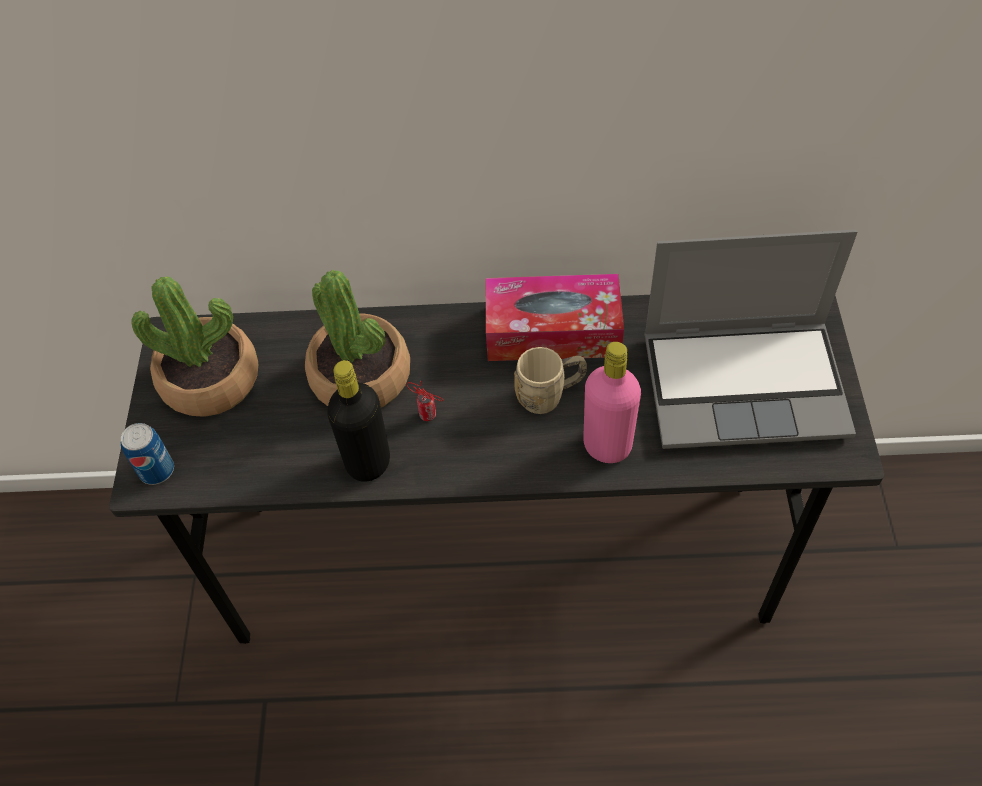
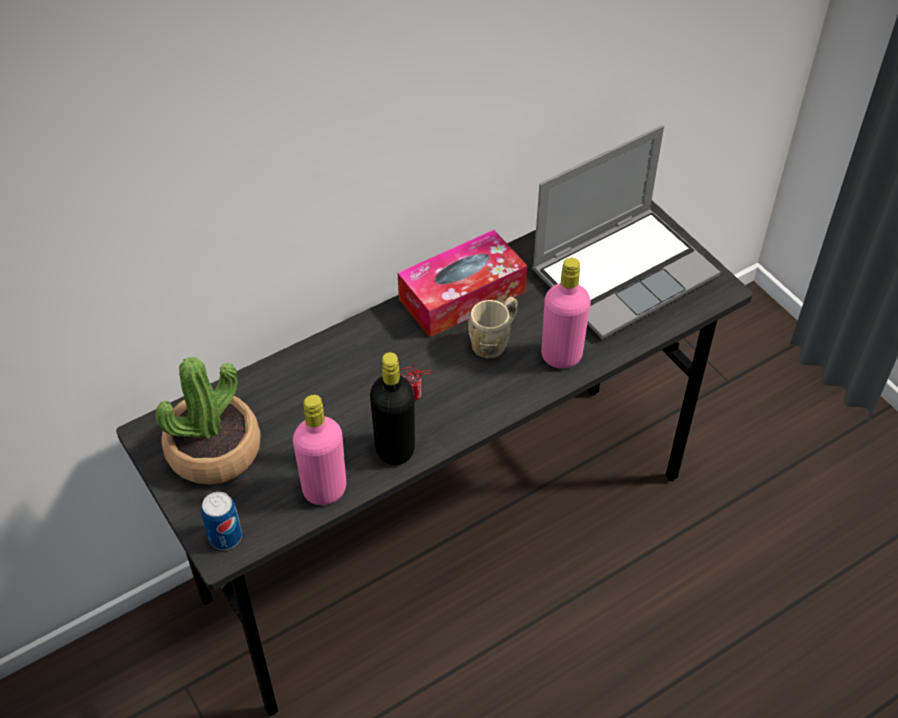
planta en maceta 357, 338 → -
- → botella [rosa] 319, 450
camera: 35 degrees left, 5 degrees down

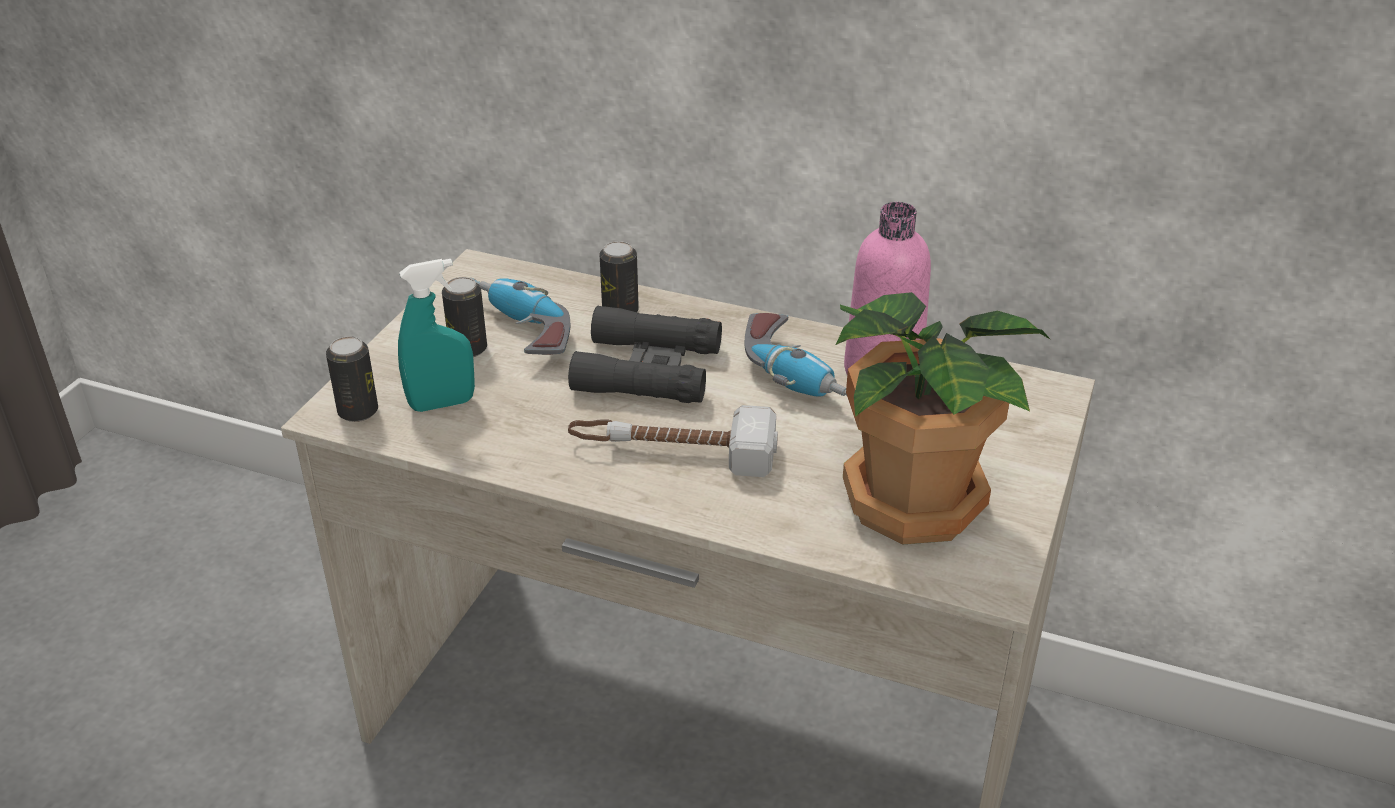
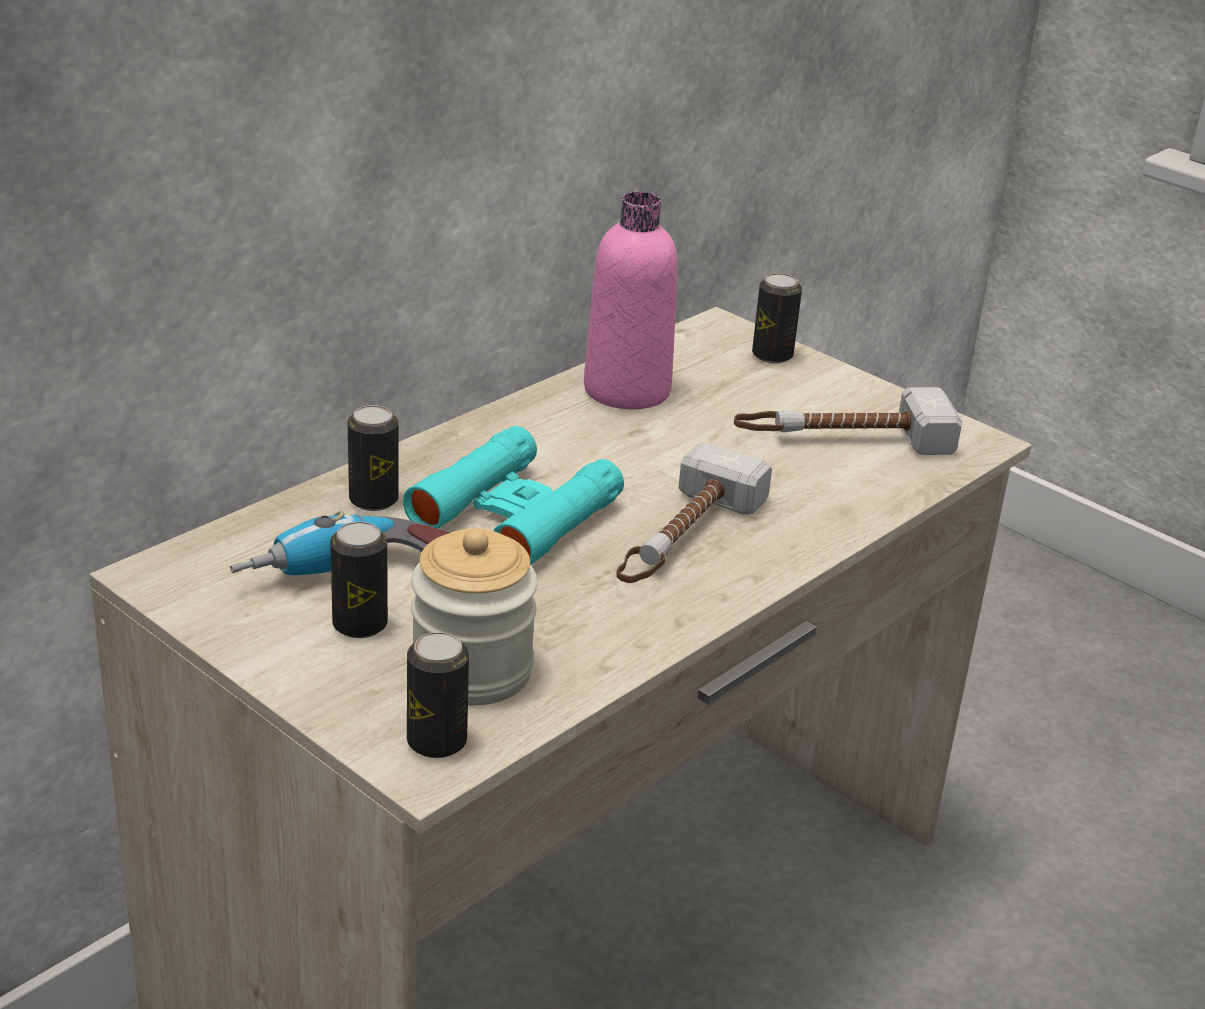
taladro 796, 355 → -
- → lata 777, 318
pulverizador [turquesa] 436, 335 → tarro 474, 617
planta en maceta 943, 418 → martillo 848, 421
prismáticos [negro] 645, 354 → prismáticos [turquesa] 513, 495
camera: 70 degrees left, 5 degrees down

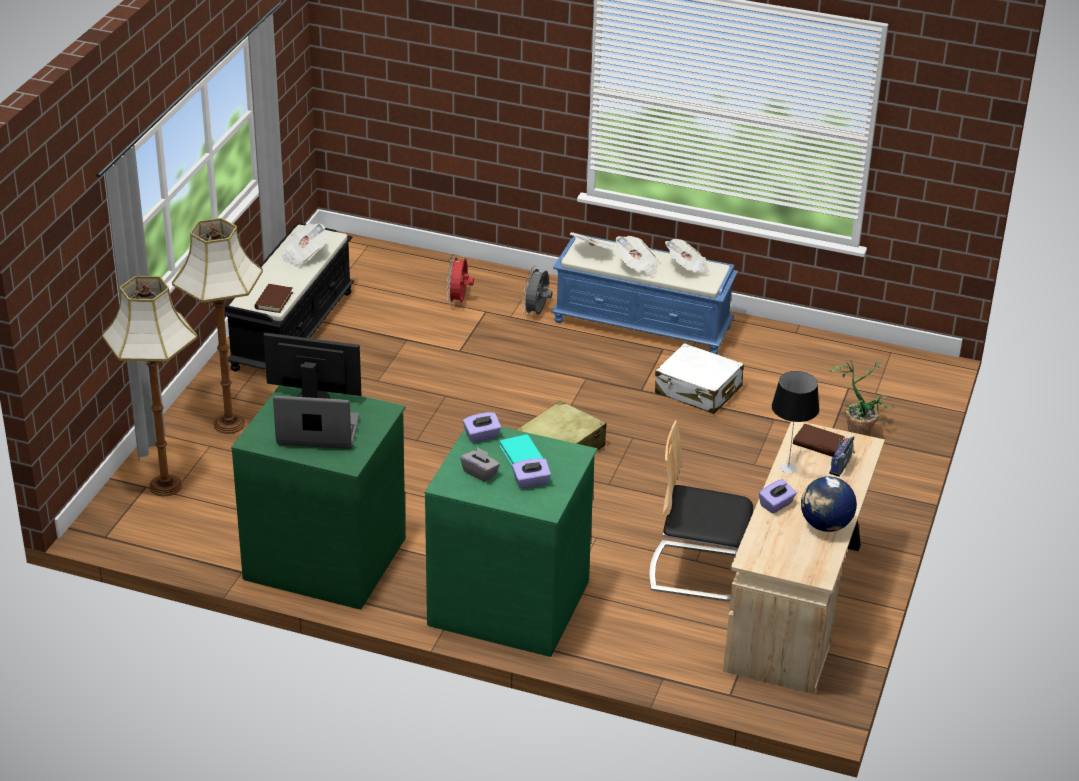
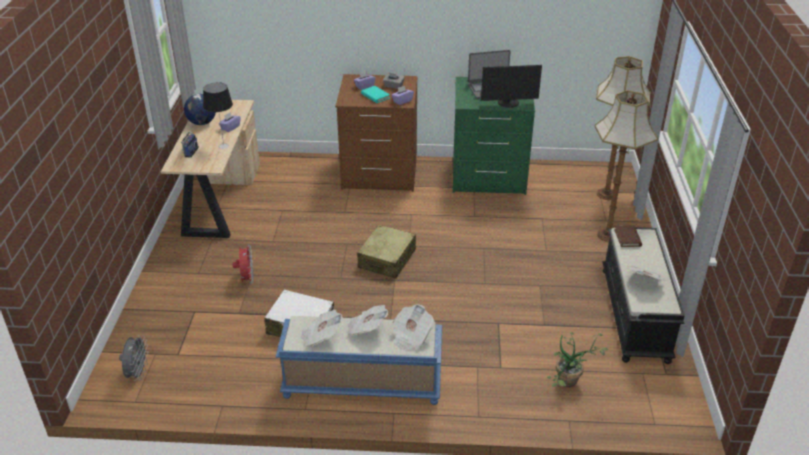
silla 701, 510 → -
libro [marrón] 819, 440 → -
ventilador [rojo] 460, 279 → ventilador [rojo] 243, 264, shifted
ventilador [gris] 537, 290 → ventilador [gris] 133, 358, shifted
planta en maceta 859, 398 → planta en maceta 578, 360, shifted
cómoda [verde] 511, 542 → cómoda [marrón] 376, 133
camera: 165 degrees right, 0 degrees up

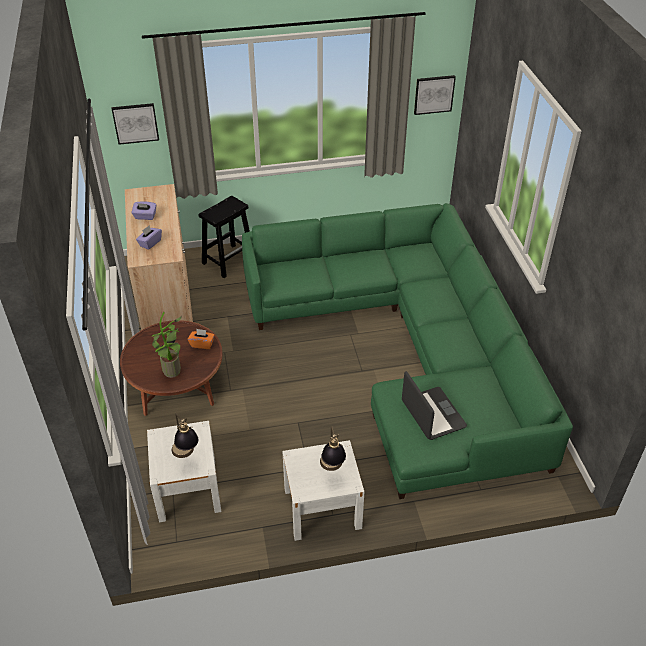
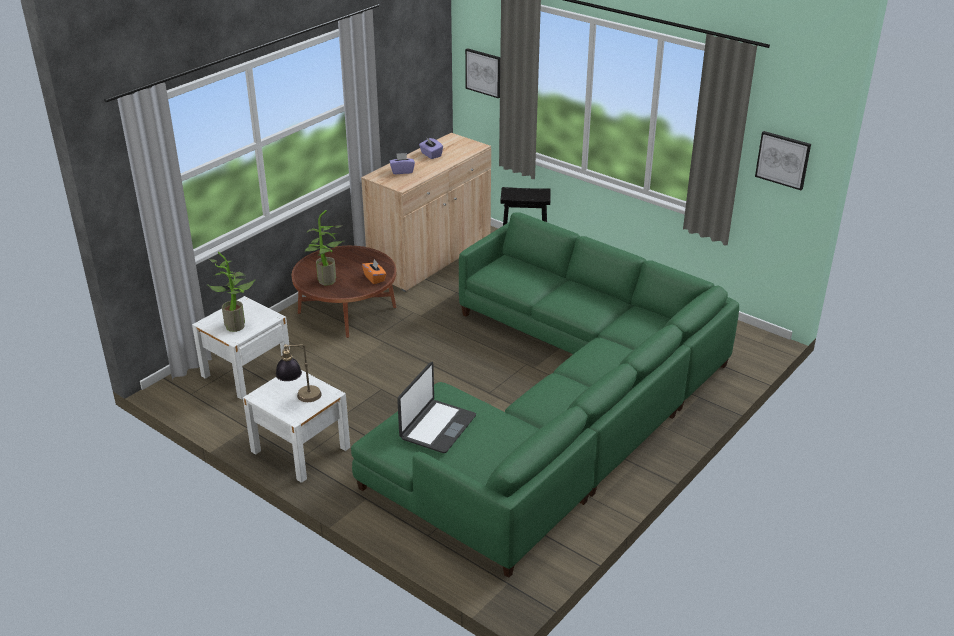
lámpara de mesa 185, 435 → planta en maceta 231, 292
camera: 50 degrees right, 10 degrees down

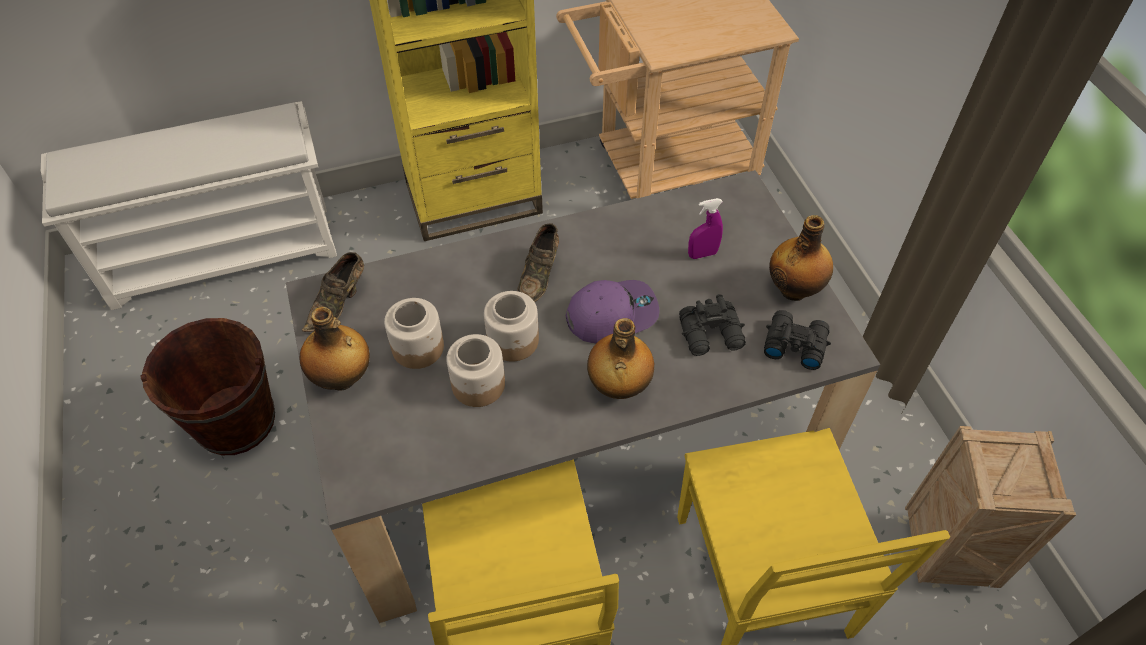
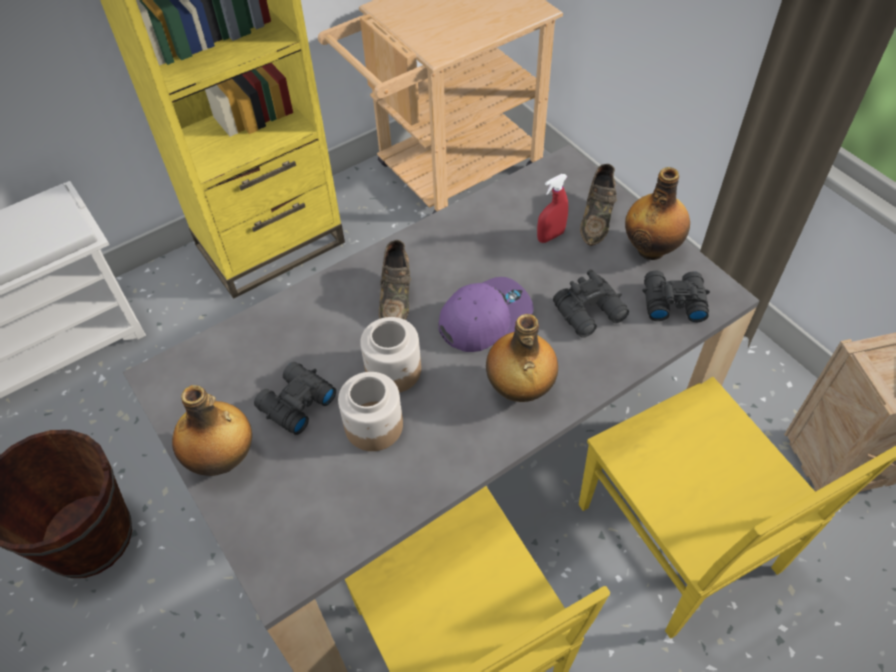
zapato [marrón] 333, 292 → zapato [marrón] 598, 205, shifted
tarro 414, 333 → prismáticos [negro] 295, 398
pulverizador [morado] 705, 228 → pulverizador [rojo] 552, 208
camera: 15 degrees left, 0 degrees up

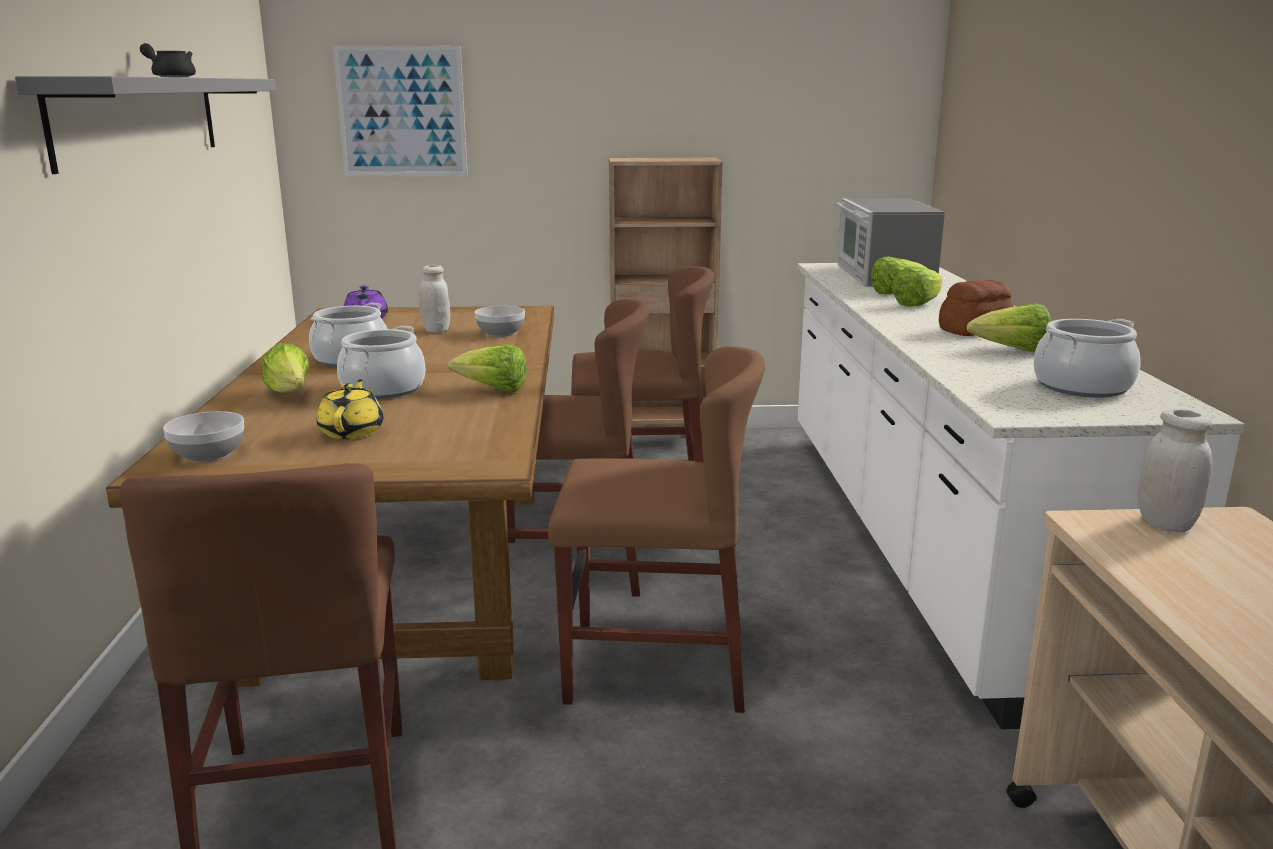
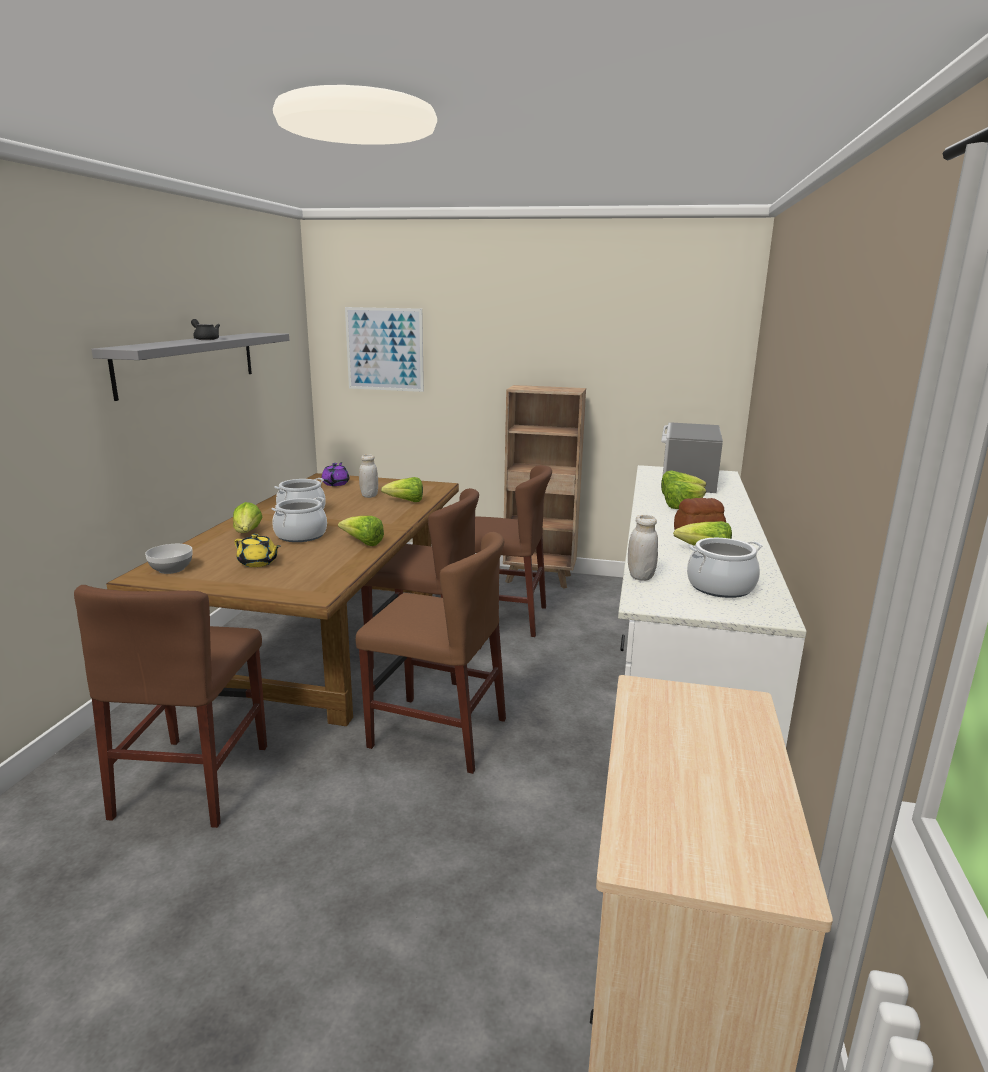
tarro [blanco] 1175, 470 → tarro [blanco] 643, 548, shifted
cuenco 500, 321 → lechuga 402, 489
tetera [amarillo] 350, 409 → tetera [amarillo] 257, 550, 105 degrees clockwise
camera: 15 degrees right, 0 degrees up

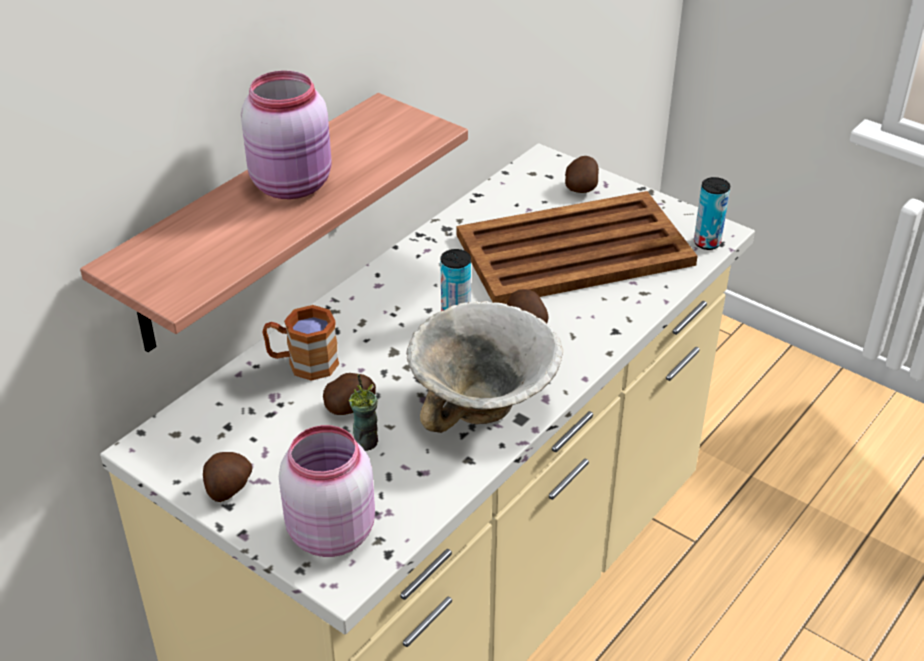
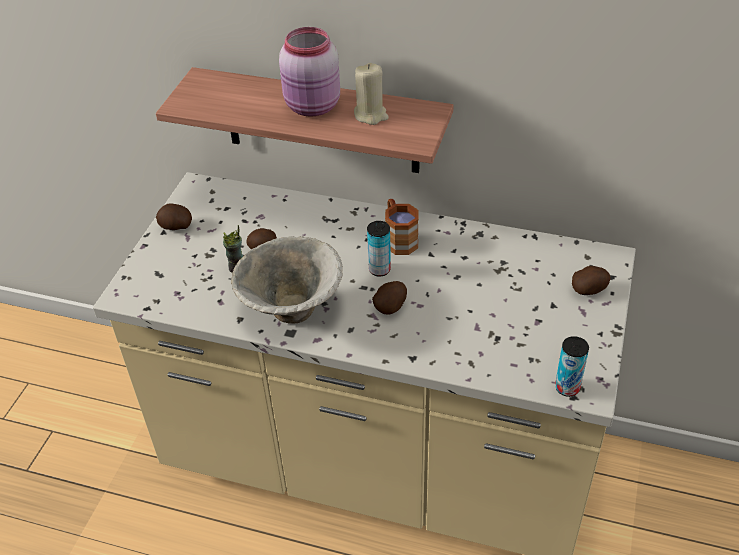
tarro [rosa] 327, 491 → -
bandeja [marrón] 577, 247 → -
- → vela [beis] 371, 94
taza grande [marrón] 300, 343 → taza grande [marrón] 402, 227, shifted
camera: 70 degrees right, 5 degrees up

